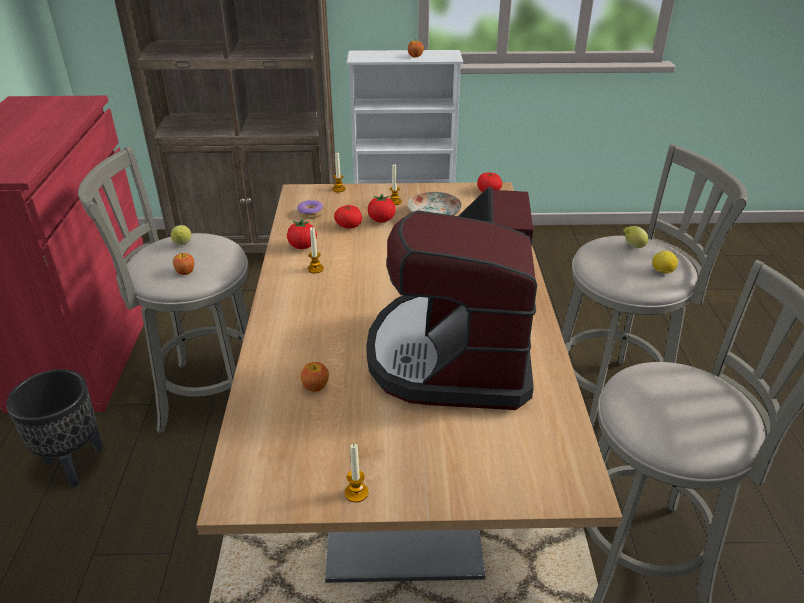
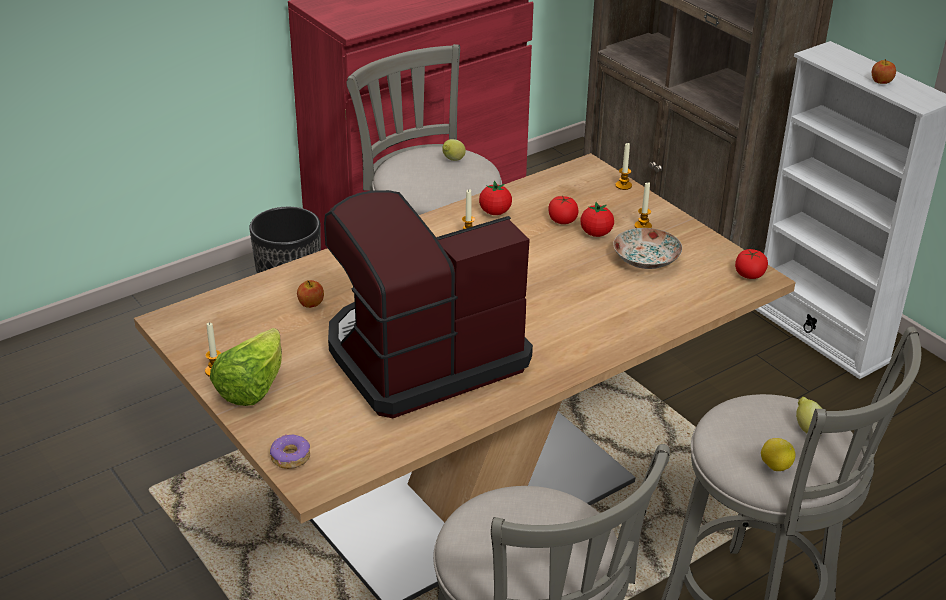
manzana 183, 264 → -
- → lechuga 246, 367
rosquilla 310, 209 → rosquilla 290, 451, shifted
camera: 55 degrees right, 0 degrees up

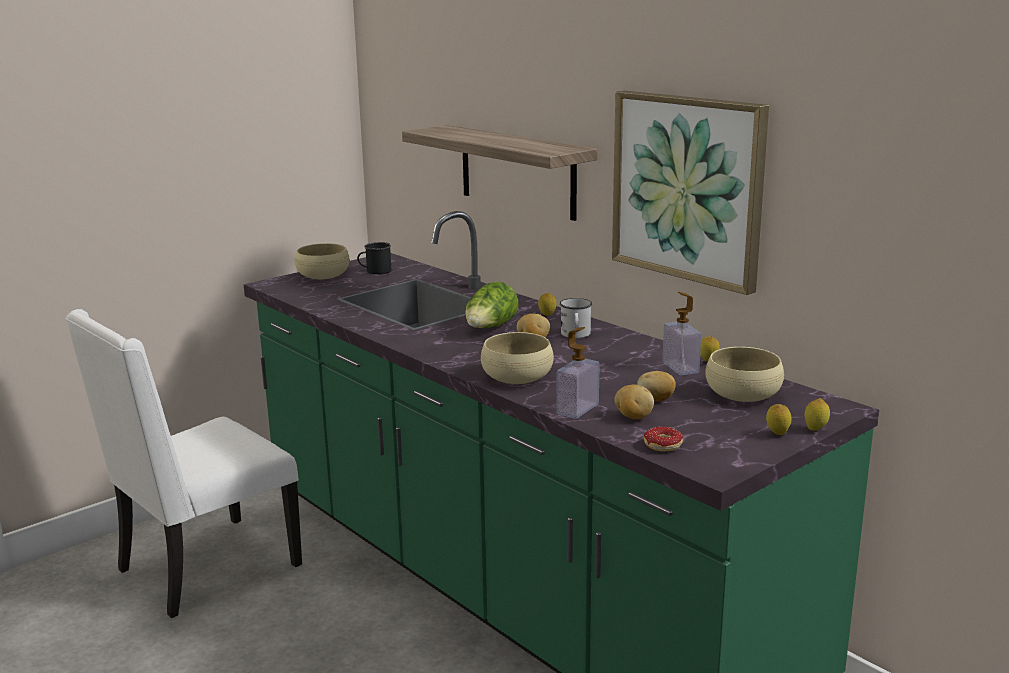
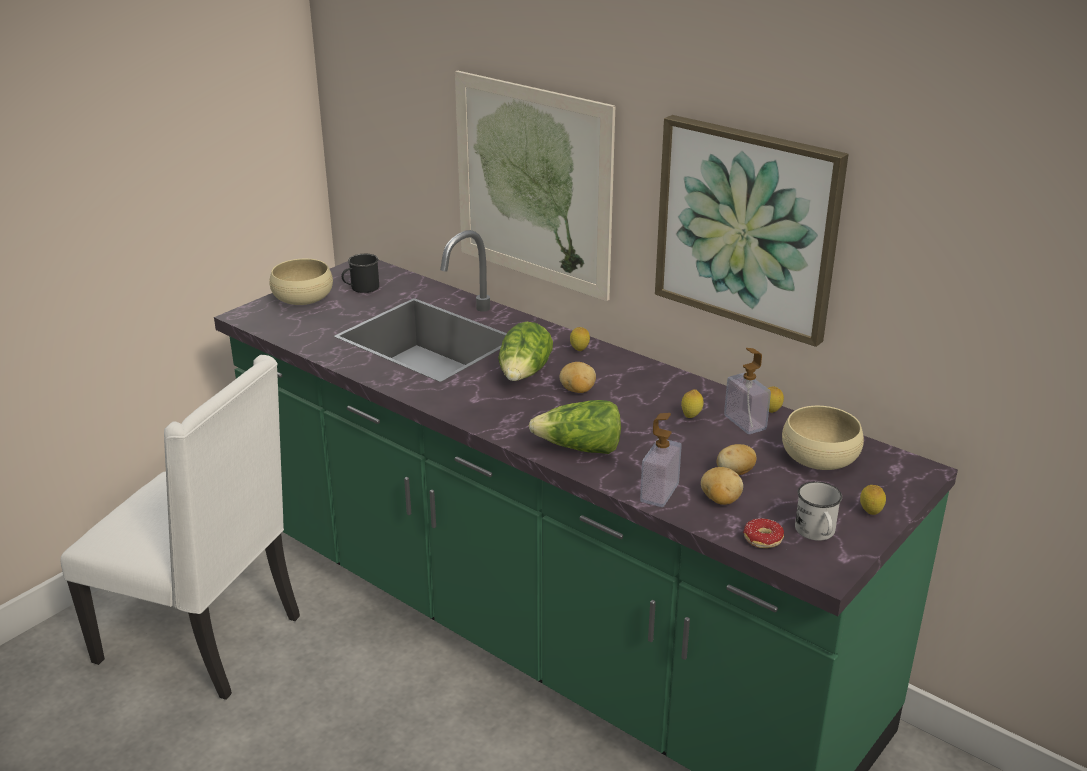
taza grande [blanco] 576, 318 → taza grande [blanco] 818, 511, shifted
limón 817, 414 → limón 692, 403, shifted
estante 499, 173 → cuadro 535, 186
cuenco [beis] 517, 358 → lechuga 574, 427
silla [blanco] 183, 463 → silla [blanco] 180, 527, 105 degrees counterclockwise
camera: 10 degrees left, 10 degrees up

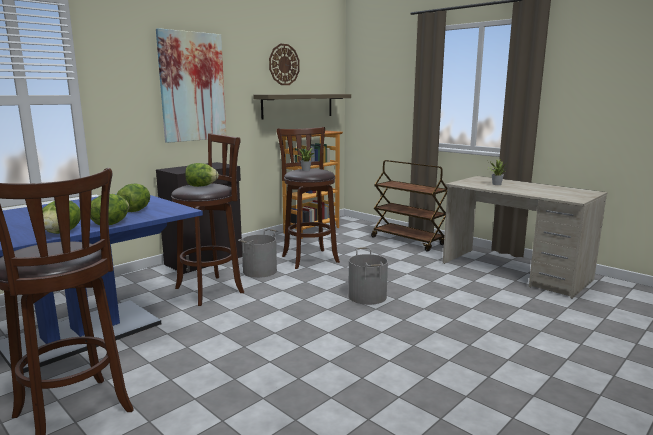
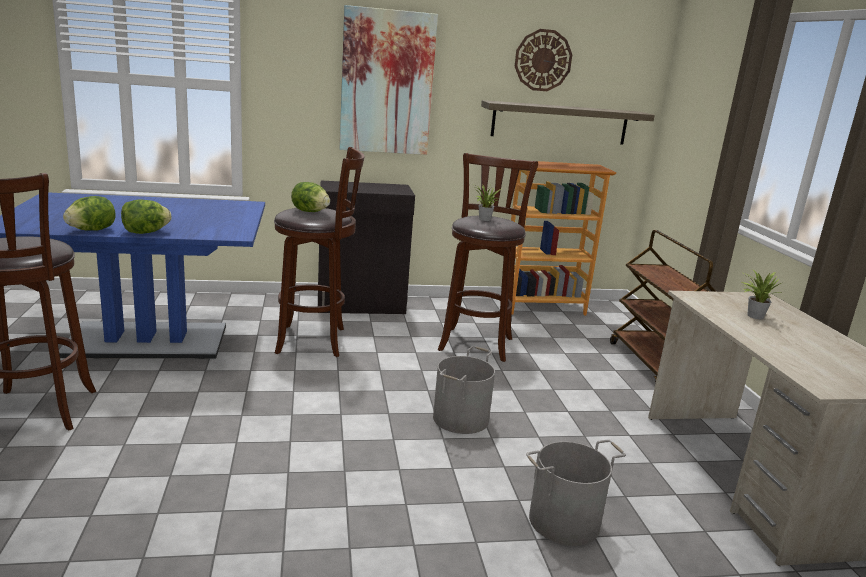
lechuga 133, 198 → -
cubo [gris] 258, 253 → cubo [gris] 576, 493, shifted
camera: 35 degrees right, 5 degrees up

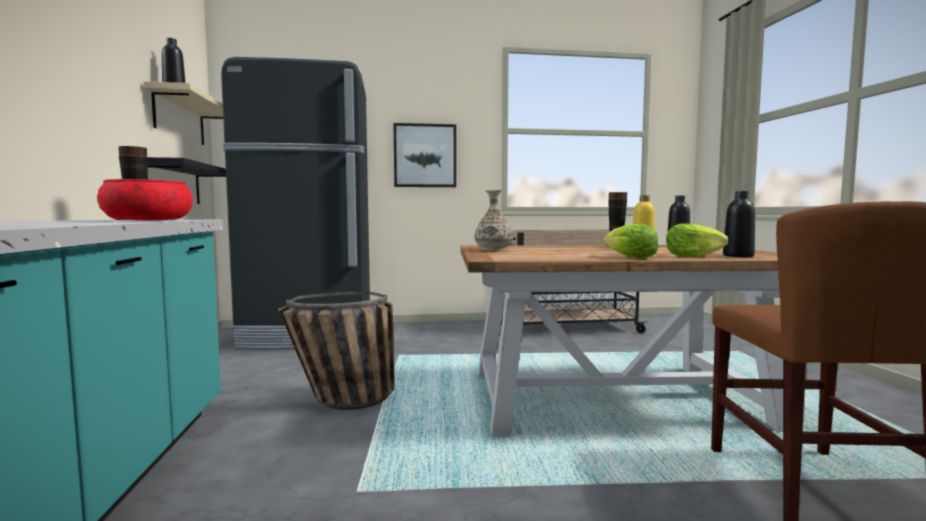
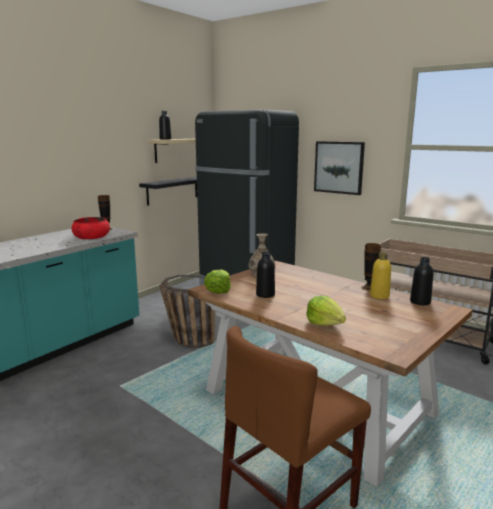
lechuga 631, 241 → lechuga 217, 281, shifted
botella [negro] 739, 224 → botella [negro] 265, 275, shifted
camera: 45 degrees right, 10 degrees up

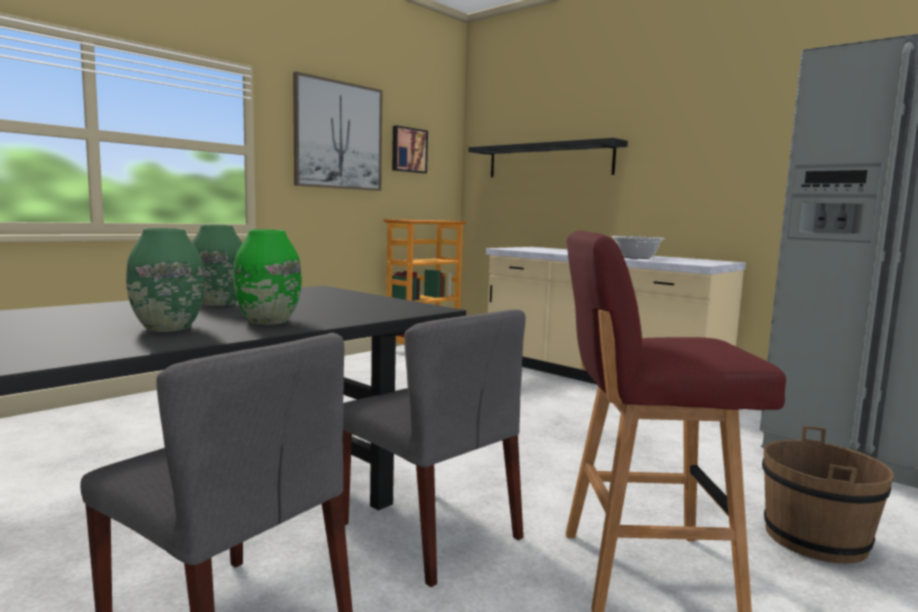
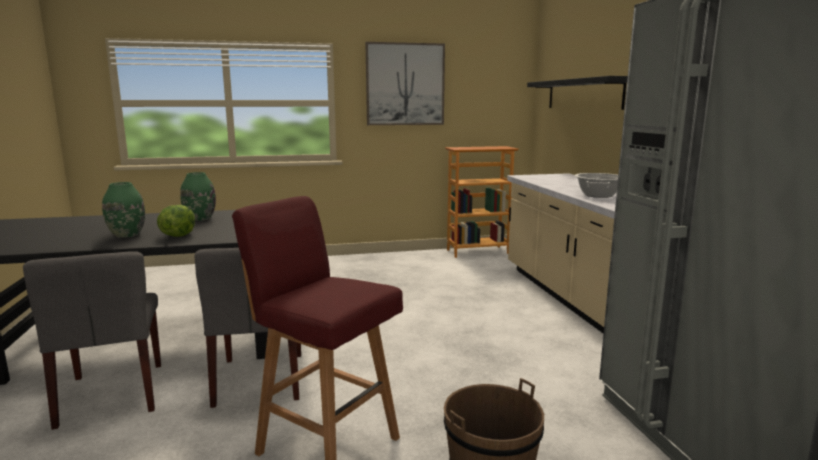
cuadro 410, 149 → -
florero [verde] 267, 277 → lechuga 176, 221
camera: 35 degrees right, 5 degrees up

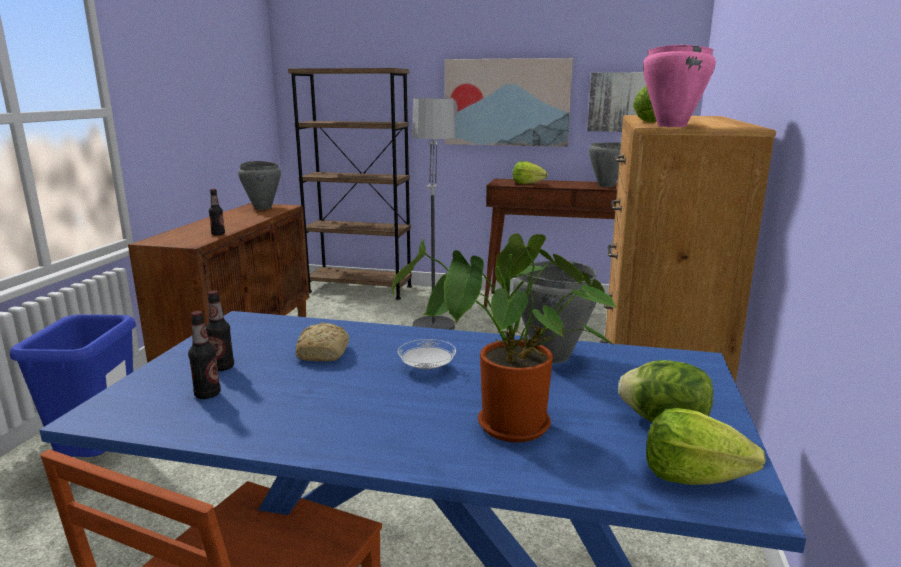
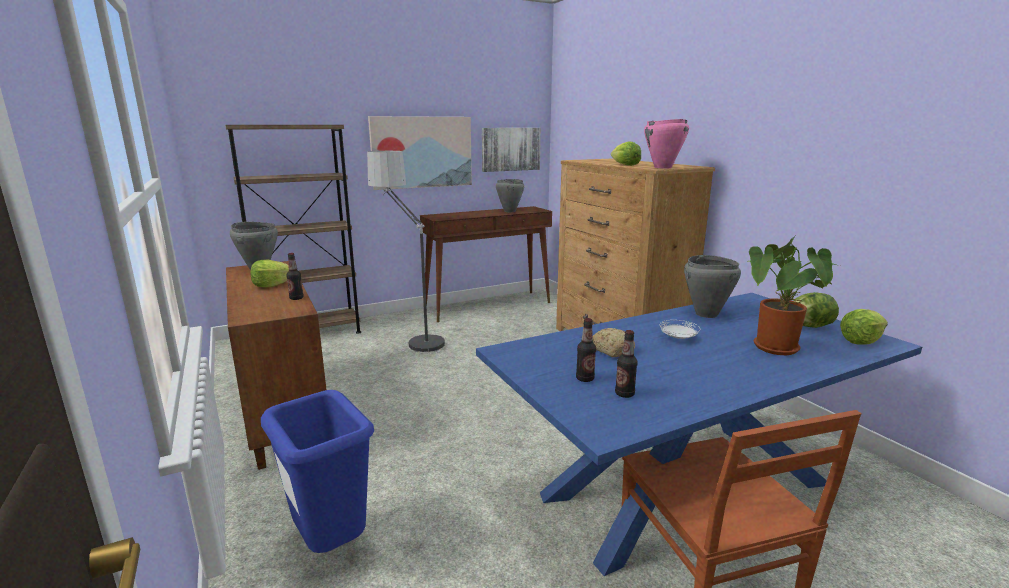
lechuga 530, 172 → lechuga 270, 273, shifted
camera: 40 degrees left, 0 degrees up

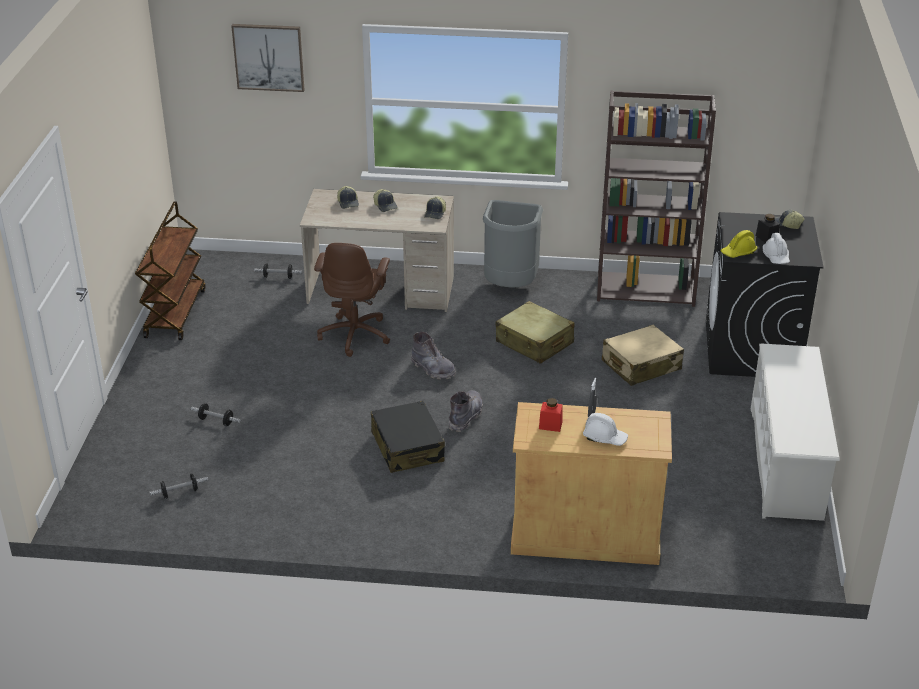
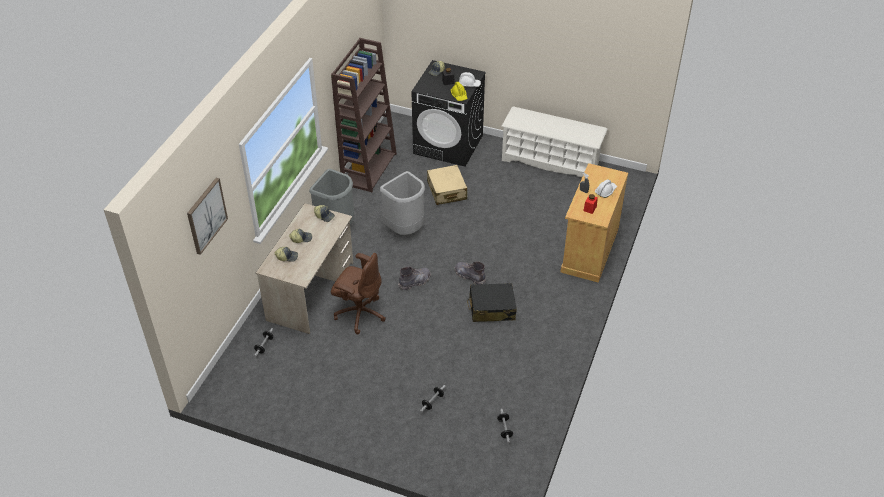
carrito [marrón] 170, 270 → -
maleta [beis] 535, 332 → papelera [gris] 402, 203
camera: 75 degrees left, 10 degrees up

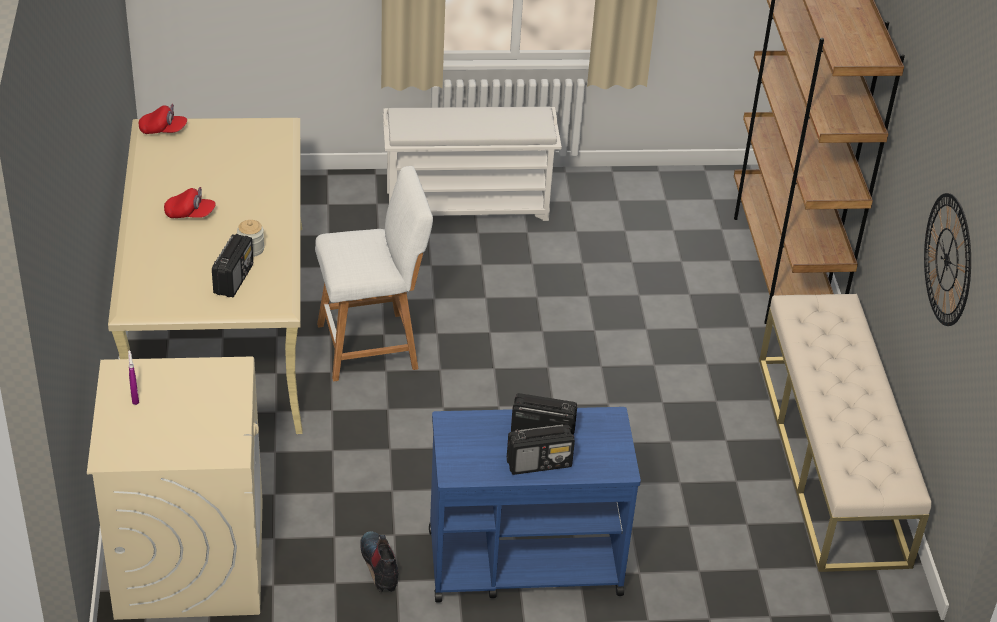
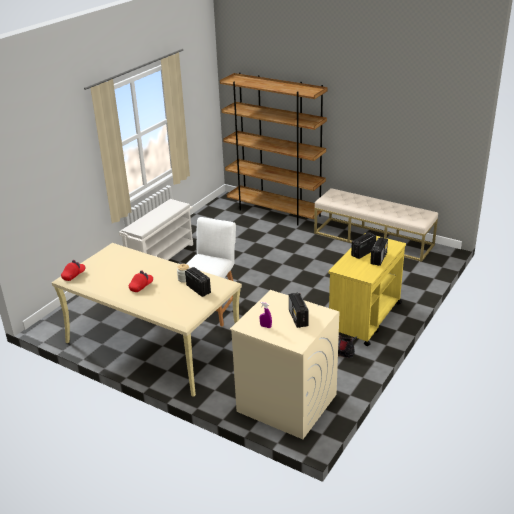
reloj de pared 947, 259 → -
- → radio 299, 310
carrito [azul] 535, 505 → carrito [amarillo] 367, 289
camera: 50 degrees left, 10 degrees down

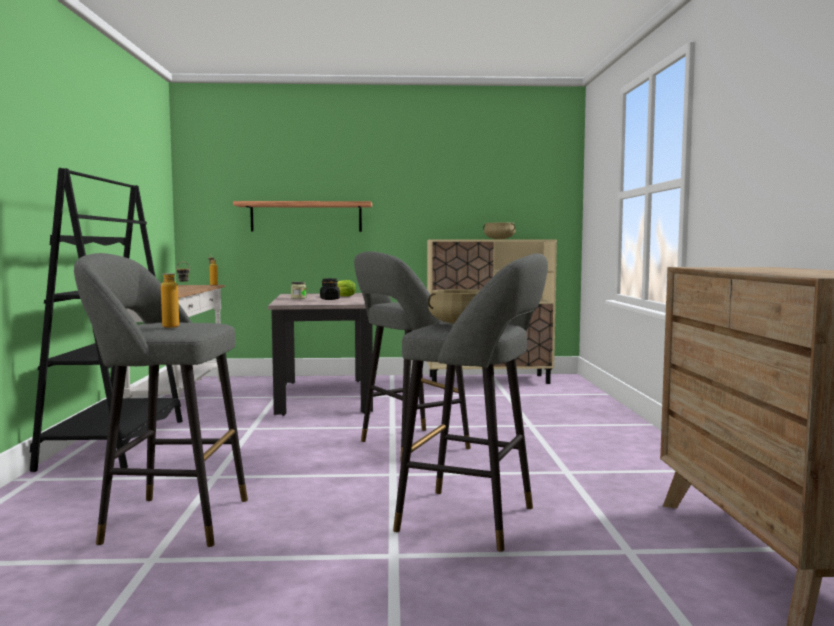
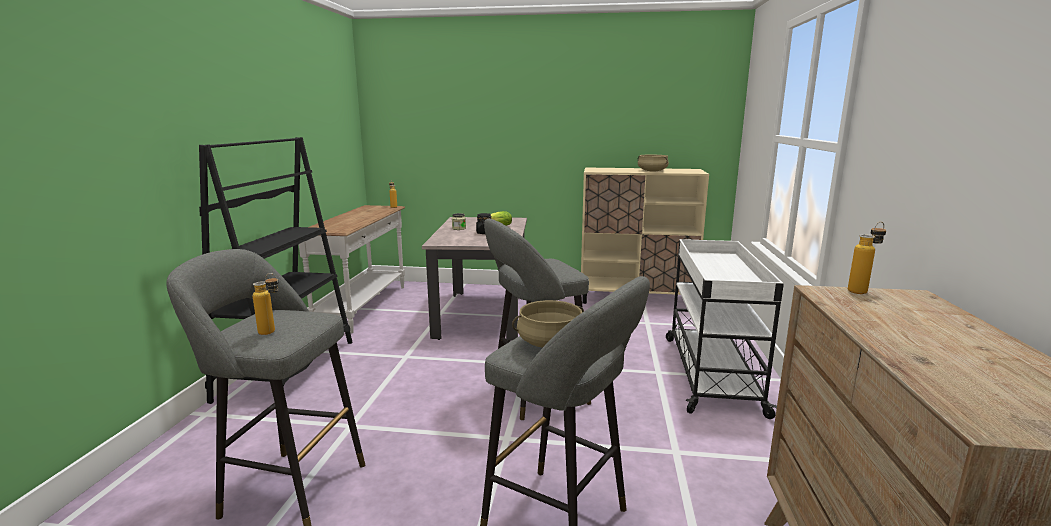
estante 302, 216 → -
- → carrito [blanco] 725, 329
- → botella 867, 257
camera: 10 degrees right, 10 degrees up

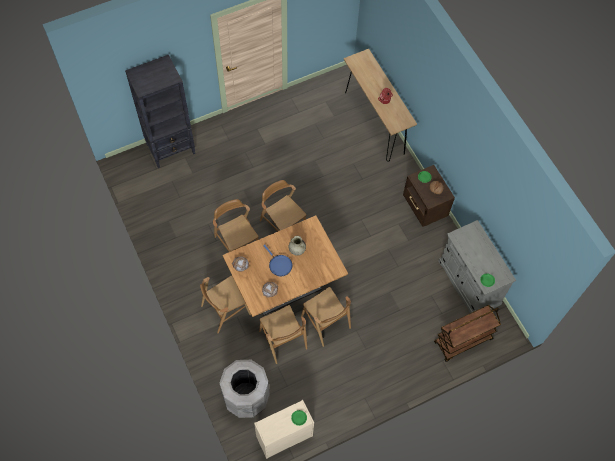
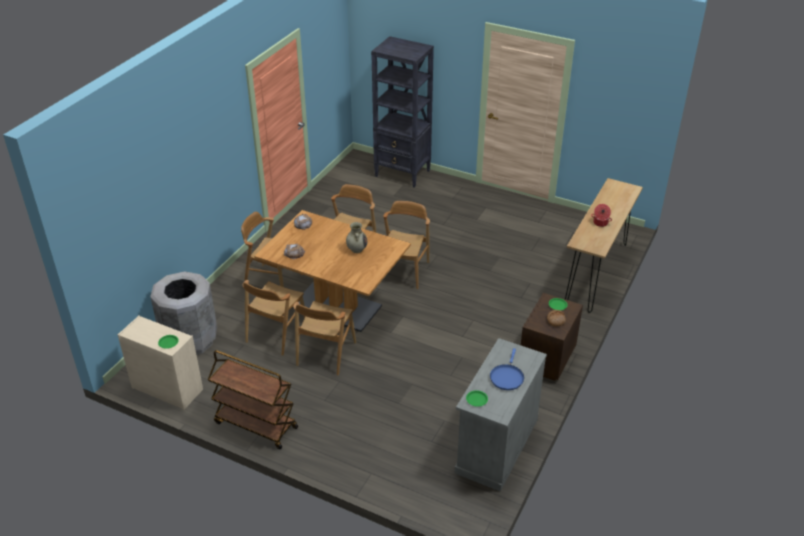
sartén [azul] 277, 260 → sartén [azul] 507, 369, shifted
carrito [marrón] 467, 333 → carrito [marrón] 253, 399, shifted
camera: 55 degrees right, 25 degrees down

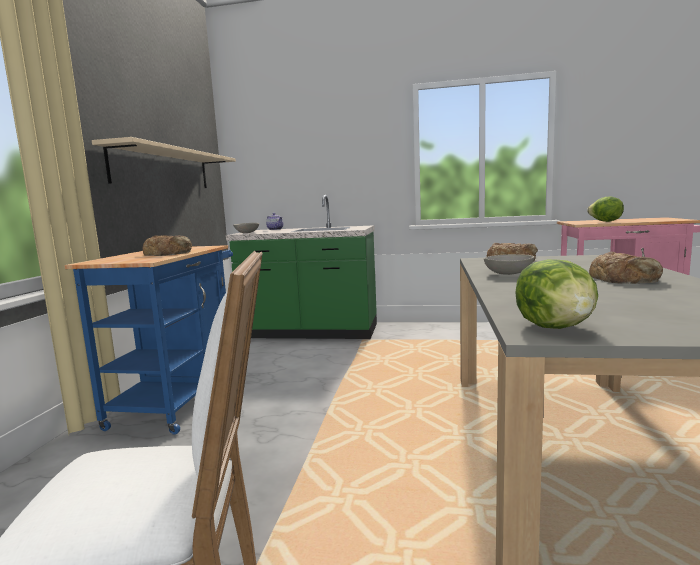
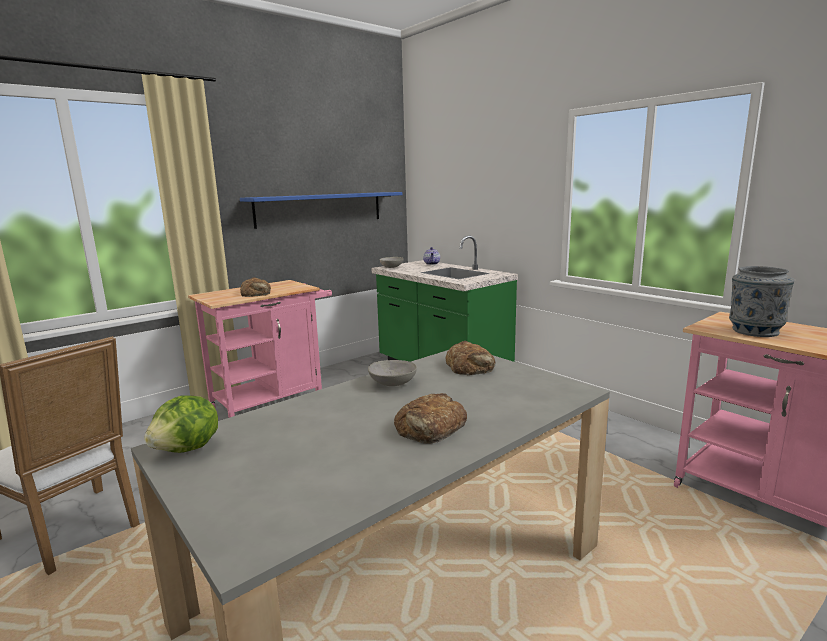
lechuga 605, 209 → florero [gris] 761, 301
carrito [azul] 148, 340 → carrito [rosa] 260, 349
estante [beis] 164, 162 → estante [azul] 321, 210
camera: 40 degrees right, 5 degrees up

